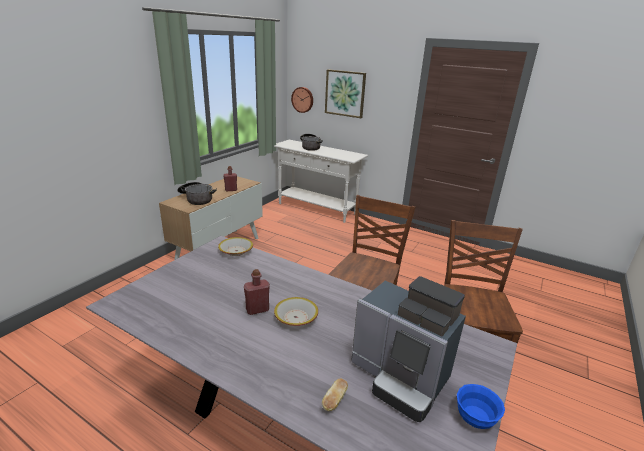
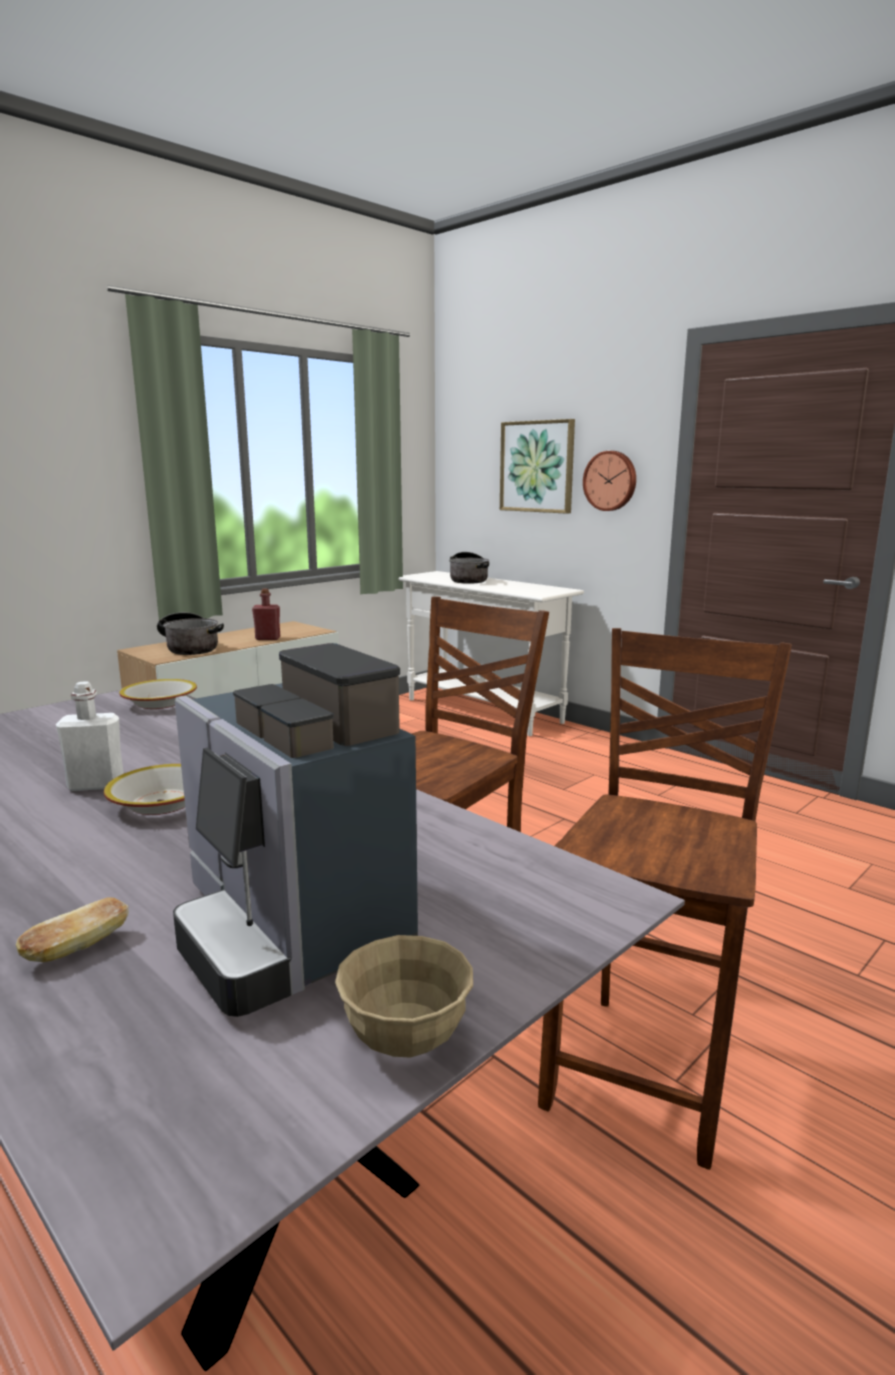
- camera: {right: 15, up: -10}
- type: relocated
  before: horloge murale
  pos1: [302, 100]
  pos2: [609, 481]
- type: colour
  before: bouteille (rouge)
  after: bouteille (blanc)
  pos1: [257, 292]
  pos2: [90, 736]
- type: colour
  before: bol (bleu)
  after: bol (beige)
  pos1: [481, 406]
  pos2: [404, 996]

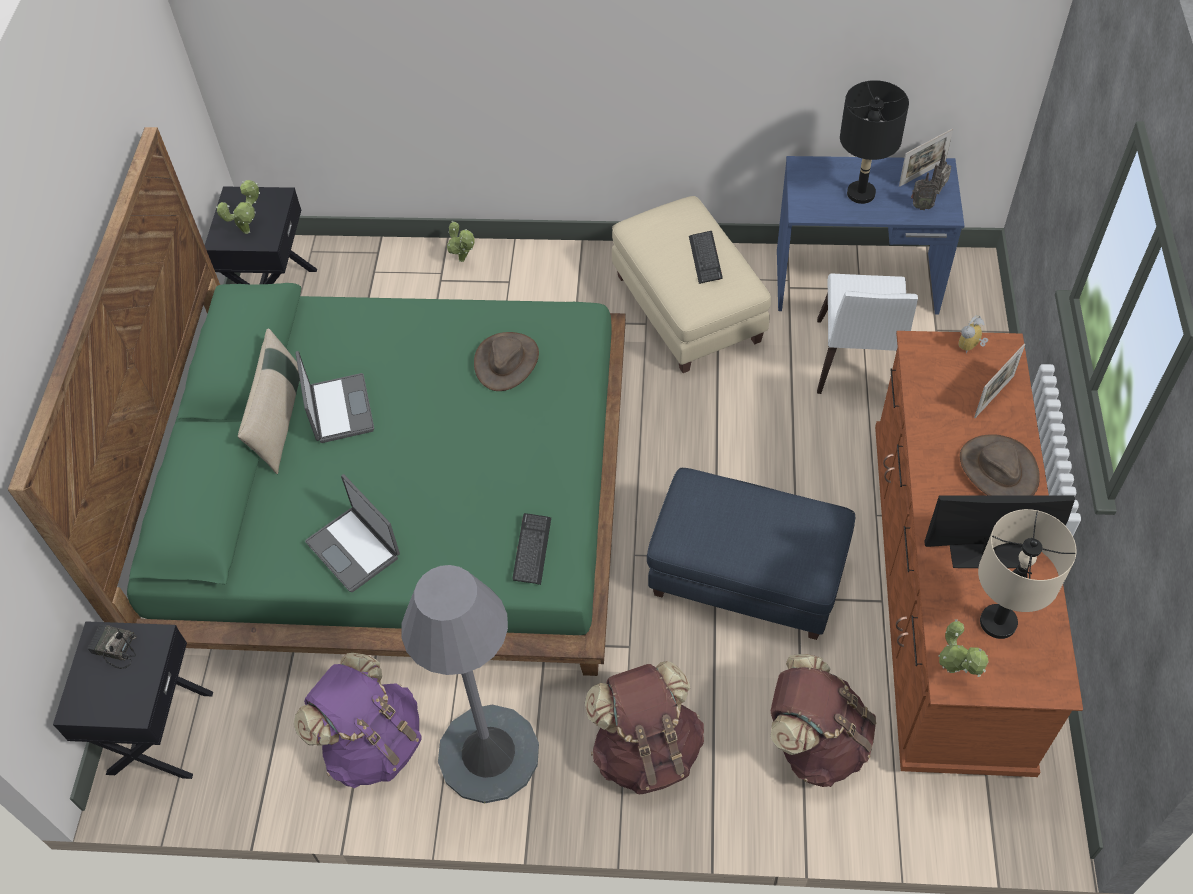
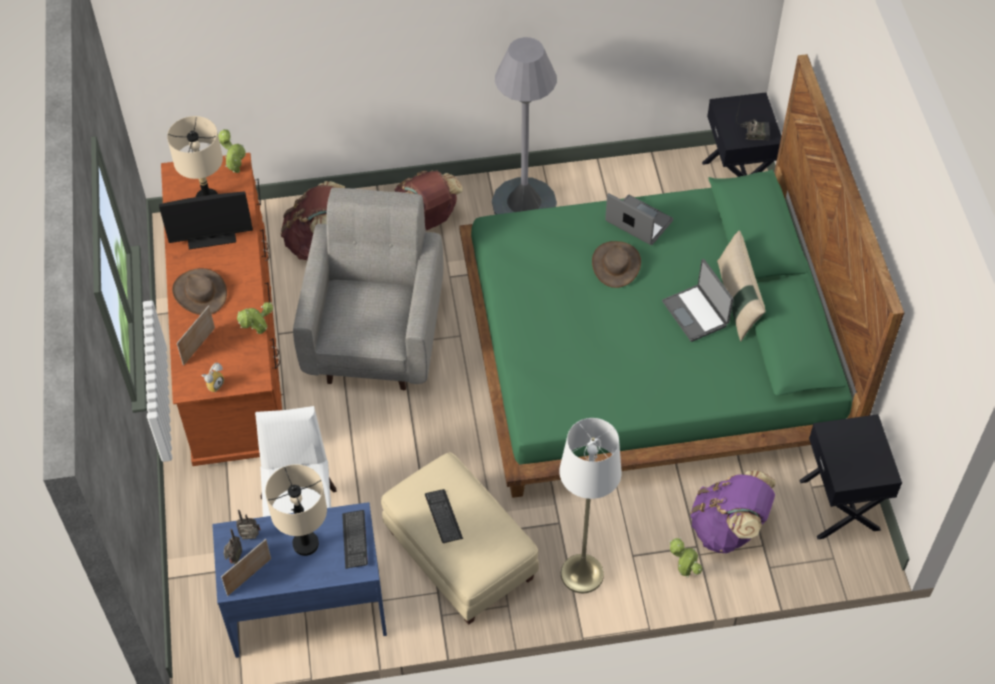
- camera: {right: 165, up: 0}
- type: appeared
  after: lampadaire (blanc)
  pos2: [590, 505]
- type: relocated
  before: plante en pot
  pos1: [238, 207]
  pos2: [255, 318]
- type: relocated
  before: sac à dos (violet)
  pos1: [358, 720]
  pos2: [733, 511]
- type: relocated
  before: chapeau (marron)
  pos1: [506, 361]
  pos2: [616, 264]
- type: relocated
  before: clavier
  pos1: [531, 549]
  pos2: [355, 539]
- type: exchanged
  before: pouf (bleu)
  after: fauteuil (gris)
  pos1: [751, 554]
  pos2: [368, 289]
- type: colour
  before: lampe de table (noir)
  after: lampe de table (beige)
  pos1: [874, 142]
  pos2: [296, 510]

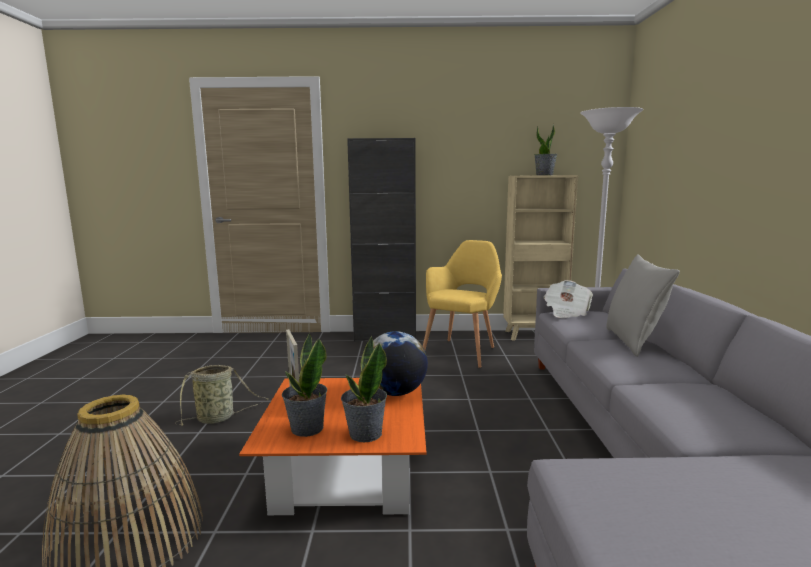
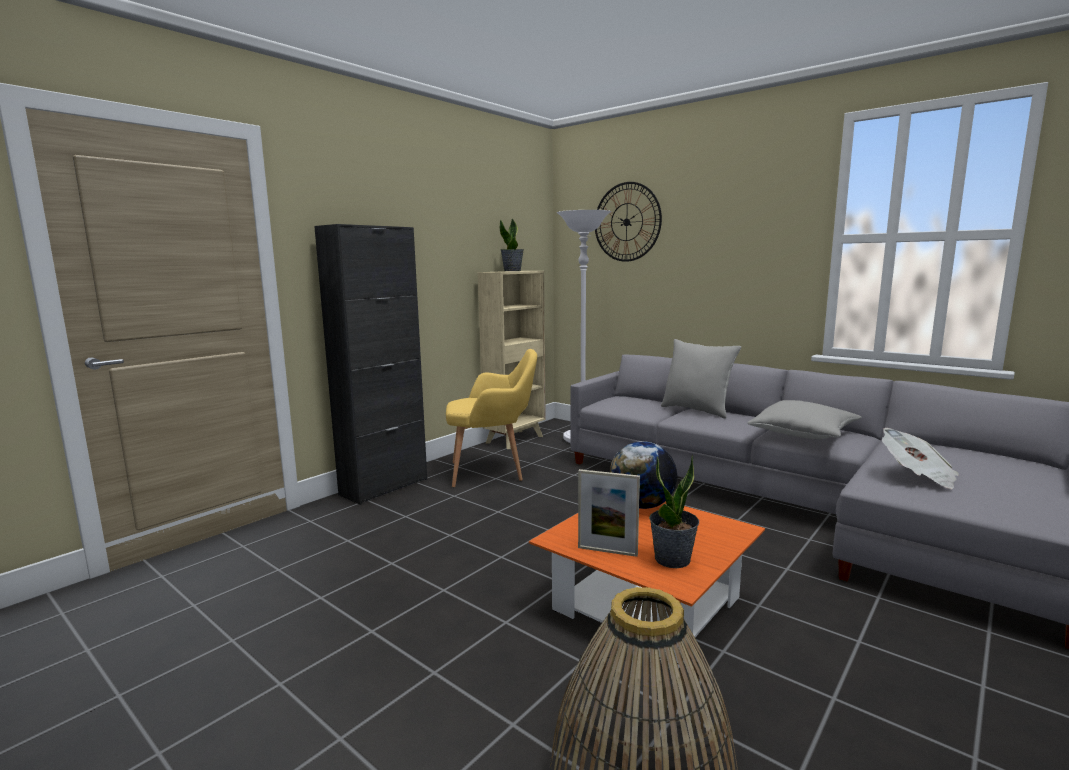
- camera: {right: -50, up: 0}
- type: missing
  before: panier
  pos1: [221, 395]
- type: missing
  before: plante en pot
  pos1: [364, 389]
- type: appeared
  after: horloge murale
  pos2: [628, 222]
- type: appeared
  after: coussin (gris)
  pos2: [804, 419]
- type: relocated
  before: journal
  pos1: [568, 299]
  pos2: [920, 458]
- type: spun
  before: fauteuil (jaune)
  pos1: [462, 304]
  pos2: [491, 418]
  turn: 105

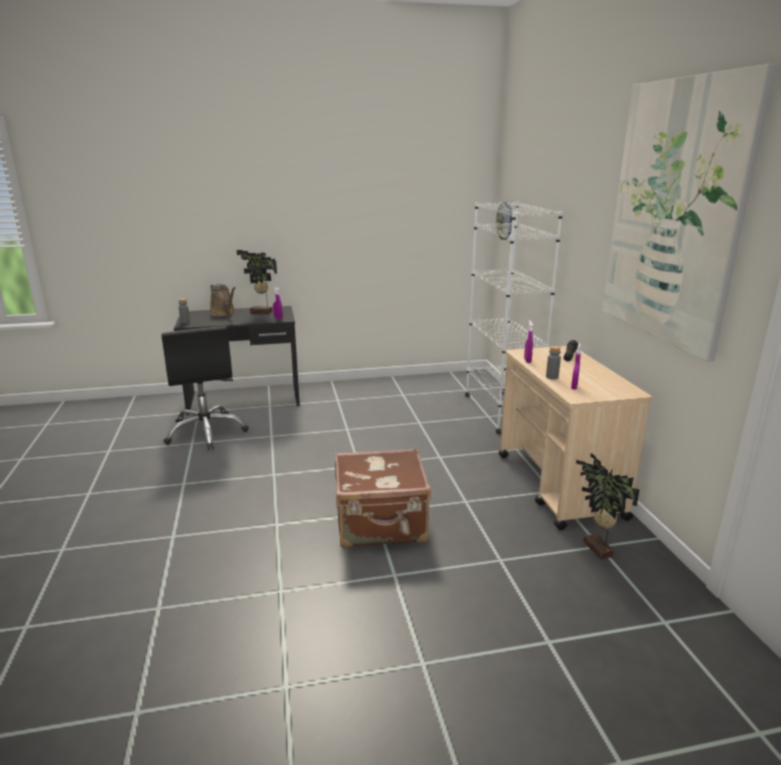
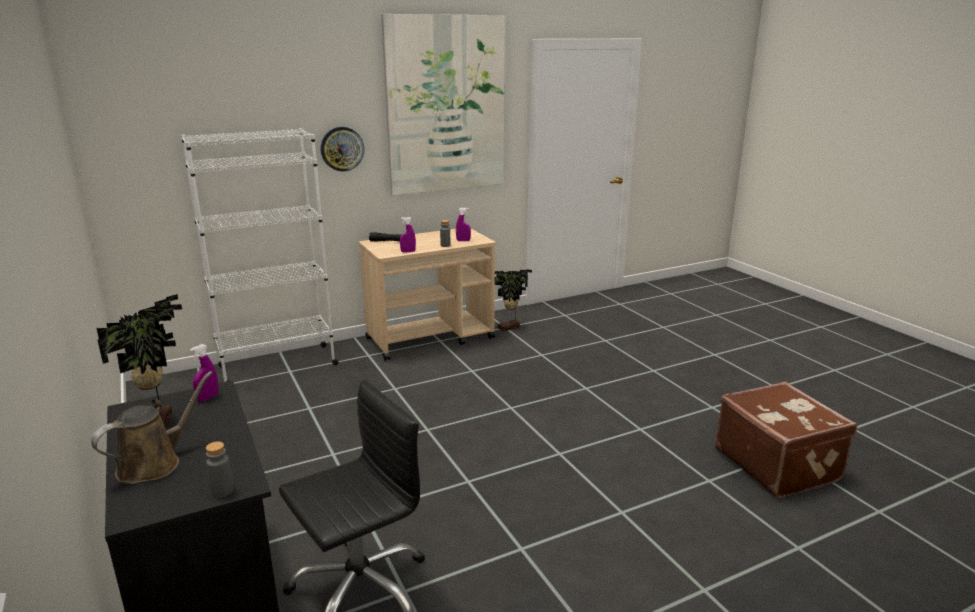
- camera: {right: -105, up: 0}
- type: relocated
  before: valise (marron)
  pos1: [383, 498]
  pos2: [786, 440]
- type: relocated
  before: horloge murale
  pos1: [504, 221]
  pos2: [342, 149]

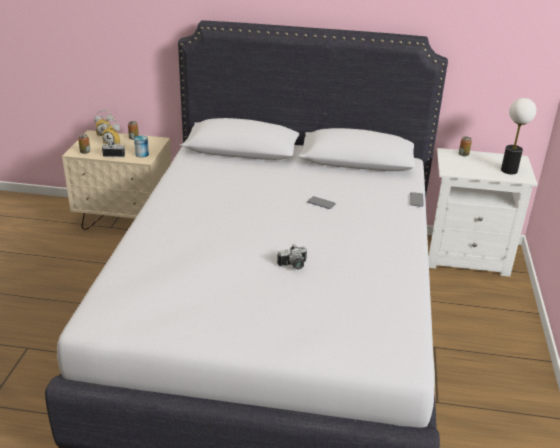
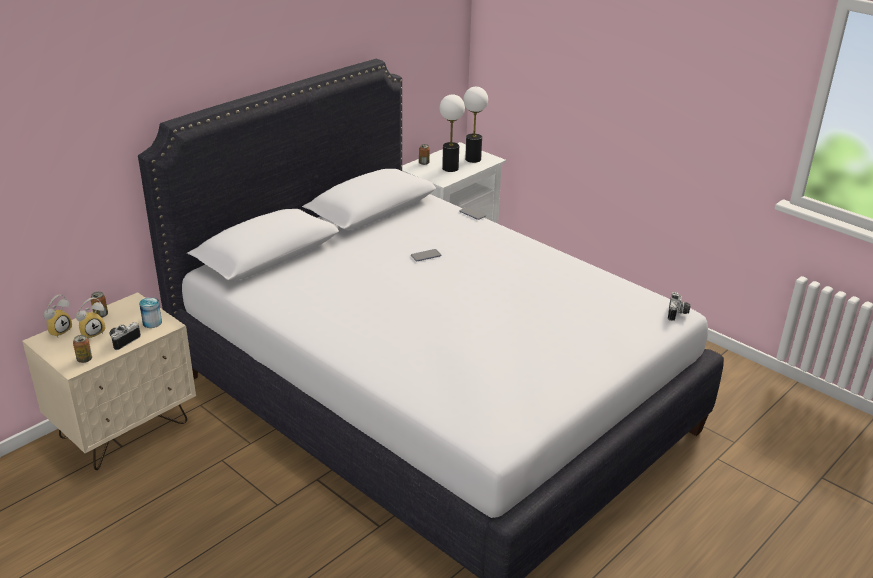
- camera: {right: -55, up: 0}
- type: appeared
  after: lampe de table
  pos2: [452, 133]
- type: relocated
  before: appareil photo
  pos1: [292, 257]
  pos2: [679, 306]

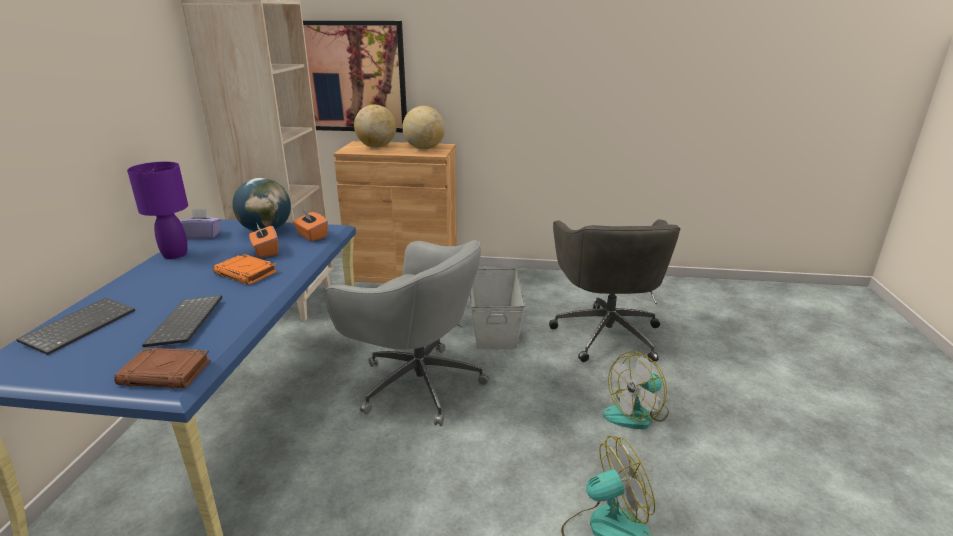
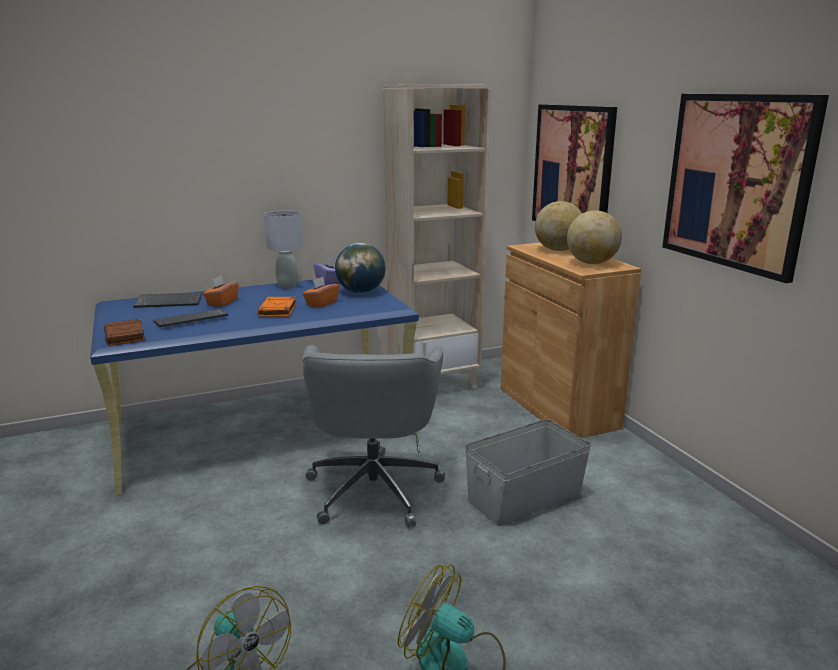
- camera: {right: 60, up: -5}
- type: missing
  before: chaise de bureau (gris)
  pos1: [615, 290]
- type: appeared
  after: tableau
  pos2: [745, 188]
- type: relocated
  before: boîte à mouchoirs (orange)
  pos1: [310, 225]
  pos2: [221, 291]
- type: colour
  before: lampe de table (violet)
  after: lampe de table (gris)
  pos1: [157, 210]
  pos2: [283, 249]

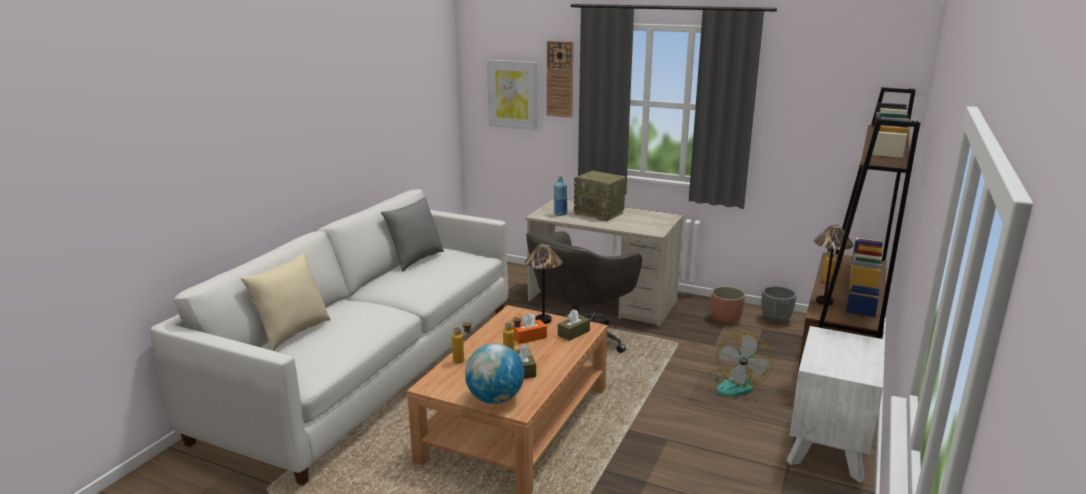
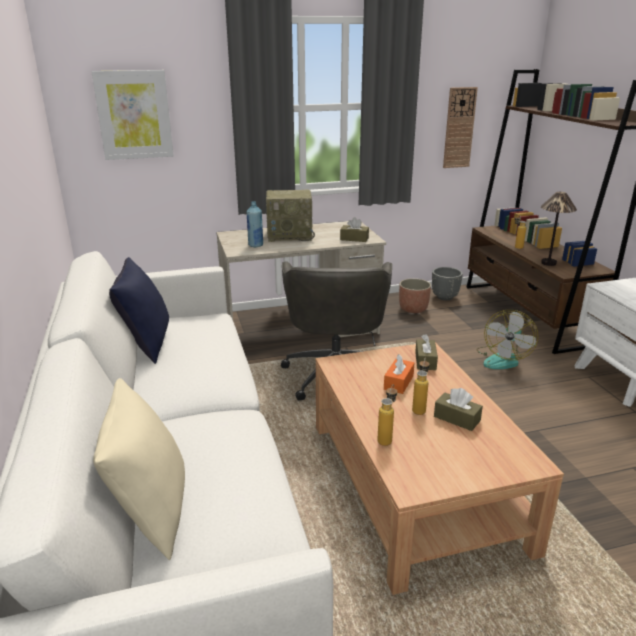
- camera: {right: -40, up: 5}
- type: missing
  before: globe
  pos1: [494, 373]
- type: missing
  before: lampe de table
  pos1: [543, 284]
- type: appeared
  after: boîte à mouchoirs (marron)
  pos2: [354, 229]
- type: relocated
  before: horloge murale
  pos1: [560, 79]
  pos2: [460, 127]
- type: colour
  before: coussin (gris)
  after: coussin (bleu)
  pos1: [412, 234]
  pos2: [139, 310]
- type: spun
  before: ventilateur
  pos1: [740, 364]
  pos2: [507, 339]
  turn: 45

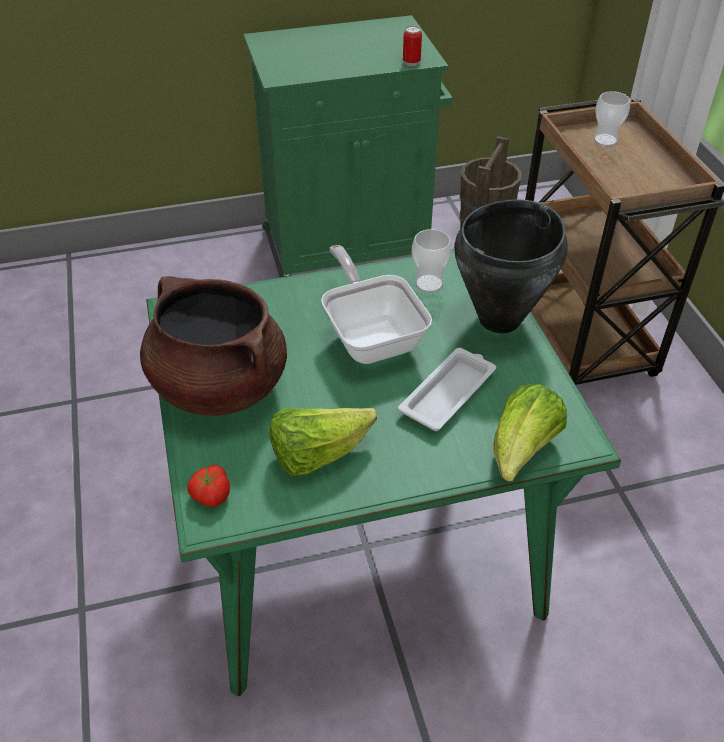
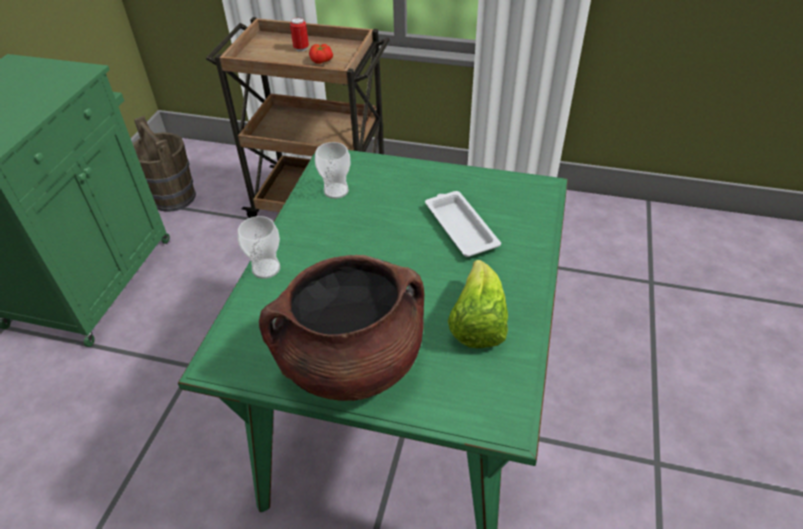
- camera: {right: -60, up: 0}
- type: missing
  before: poêle
  pos1: [376, 304]
- type: missing
  before: marmite (noir)
  pos1: [511, 266]
- type: missing
  before: laitue
  pos1: [530, 433]
- type: relocated
  before: tomate
  pos1: [208, 486]
  pos2: [321, 54]
- type: relocated
  before: boîte métallique
  pos1: [412, 46]
  pos2: [299, 34]
- type: relocated
  before: tasse
  pos1: [612, 118]
  pos2: [259, 247]

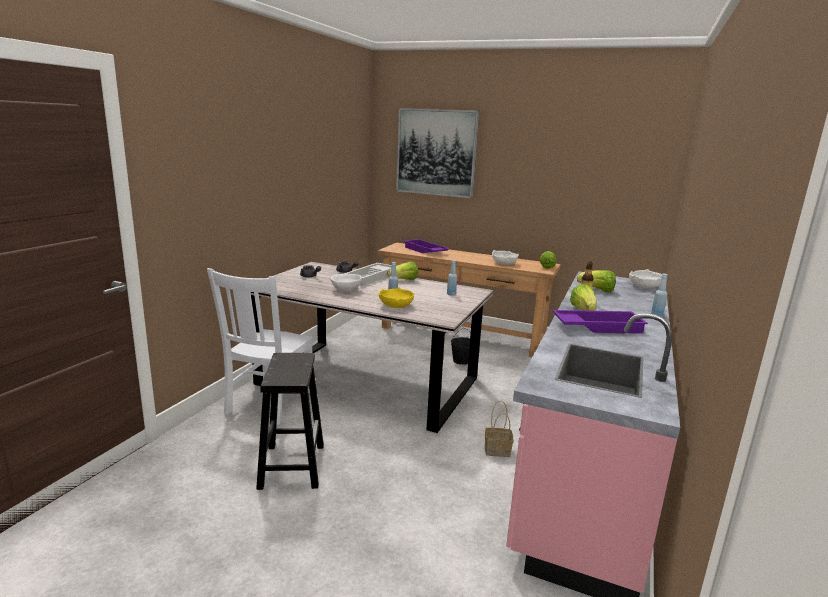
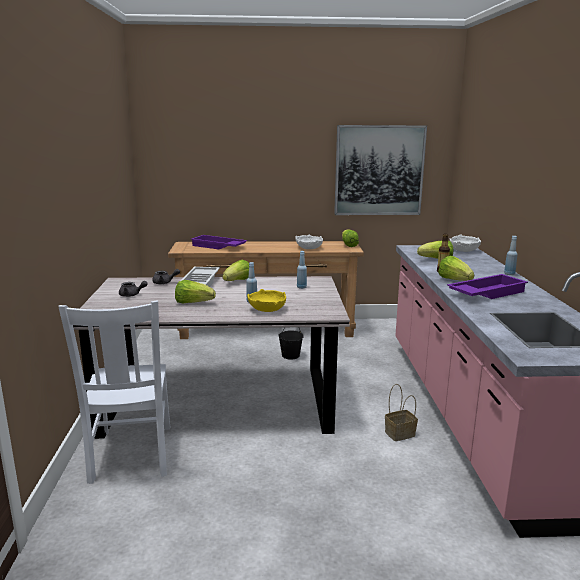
- camera: {right: -25, up: 0}
- type: missing
  before: tabouret (noir)
  pos1: [290, 421]
- type: relocated
  before: tableau
  pos1: [437, 153]
  pos2: [380, 170]
- type: exchanged
  before: bol (blanc)
  after: laitue
  pos1: [346, 283]
  pos2: [195, 292]

